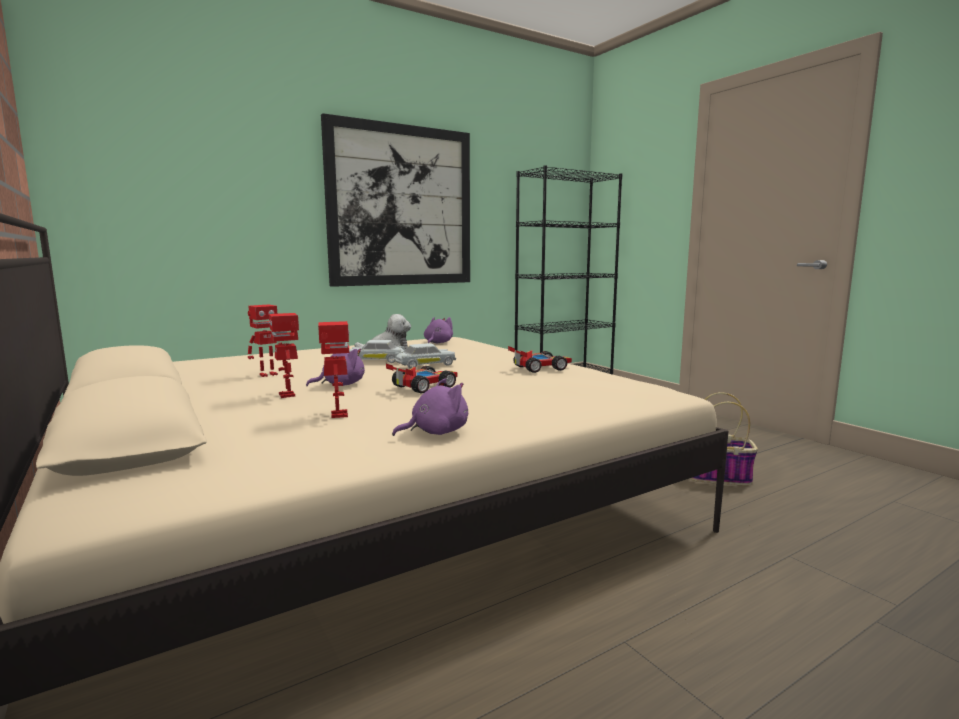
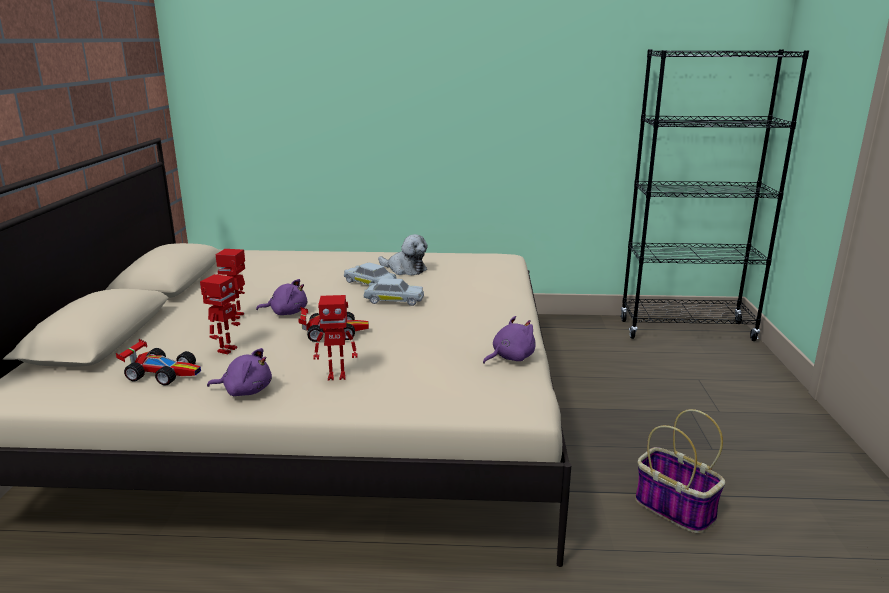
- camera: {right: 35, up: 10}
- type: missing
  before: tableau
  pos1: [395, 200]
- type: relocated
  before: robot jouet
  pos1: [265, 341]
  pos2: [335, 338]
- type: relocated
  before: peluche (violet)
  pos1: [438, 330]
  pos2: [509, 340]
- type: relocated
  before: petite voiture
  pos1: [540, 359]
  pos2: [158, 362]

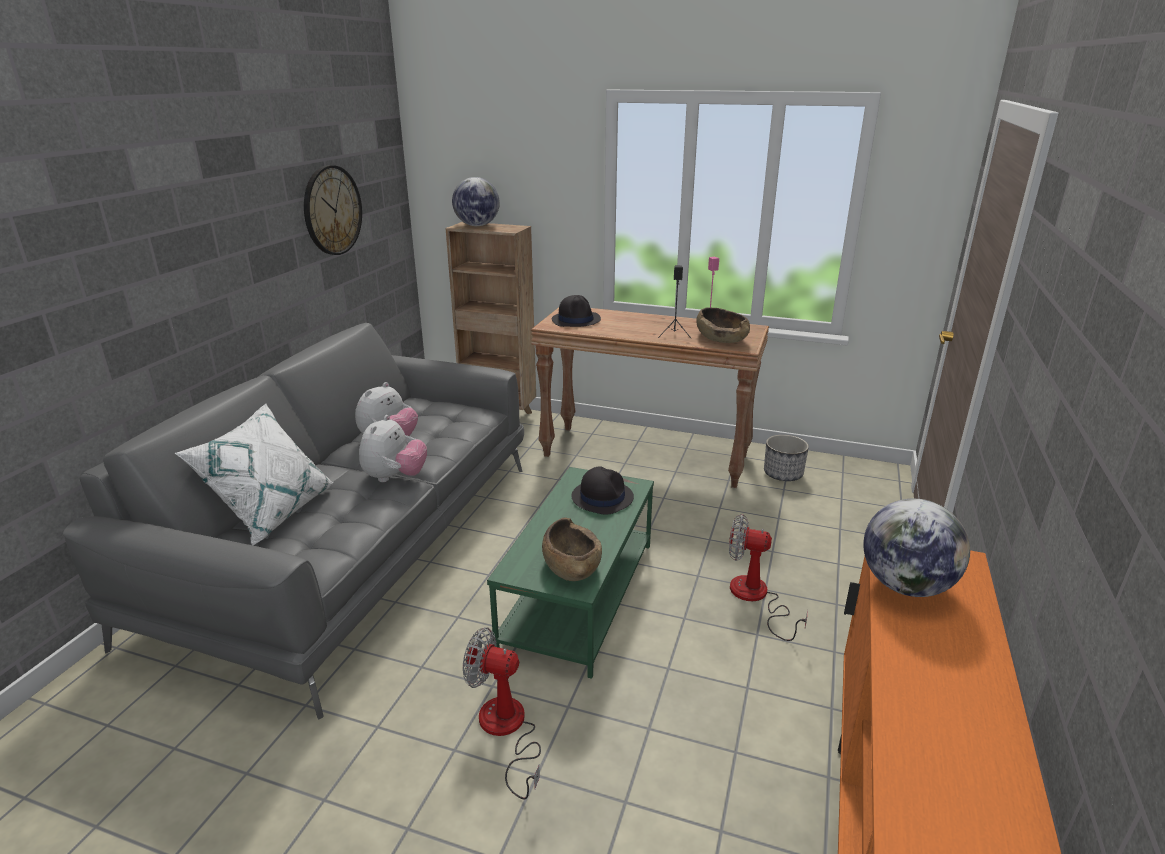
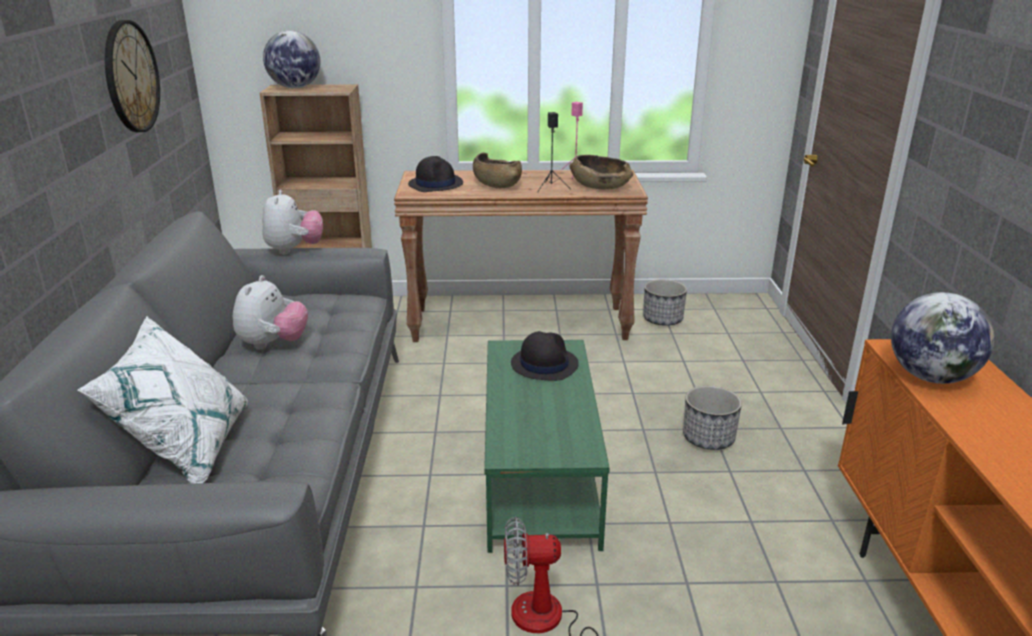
- camera: {right: -20, up: 0}
- type: relocated
  before: peluche
  pos1: [393, 448]
  pos2: [292, 222]
- type: relocated
  before: bol (marron)
  pos1: [572, 549]
  pos2: [497, 170]
- type: exchanged
  before: ventilateur
  after: cache-pot
  pos1: [768, 577]
  pos2: [712, 418]

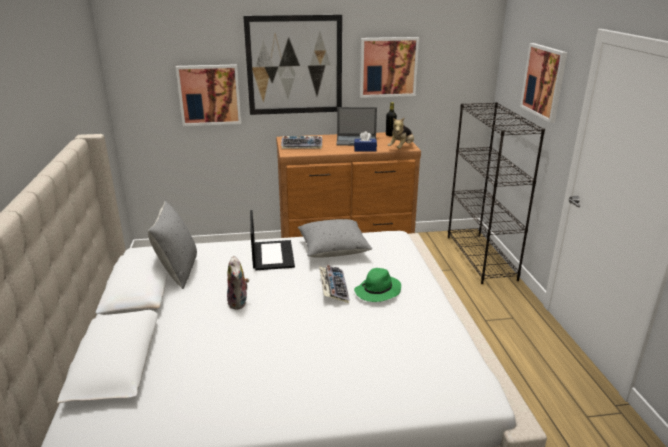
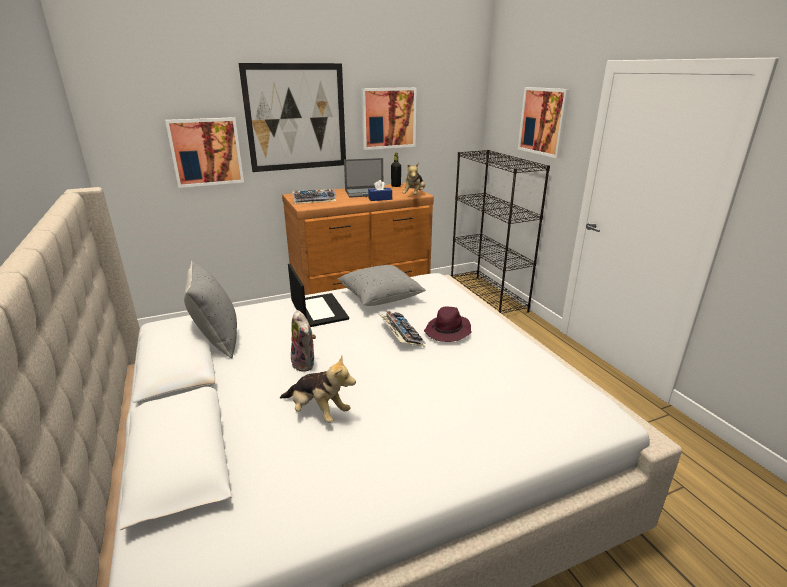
- camera: {right: -15, up: 0}
- type: appeared
  after: peluche
  pos2: [318, 389]
- type: colour
  before: chapeau (vert)
  after: chapeau (violet)
  pos1: [377, 285]
  pos2: [448, 324]

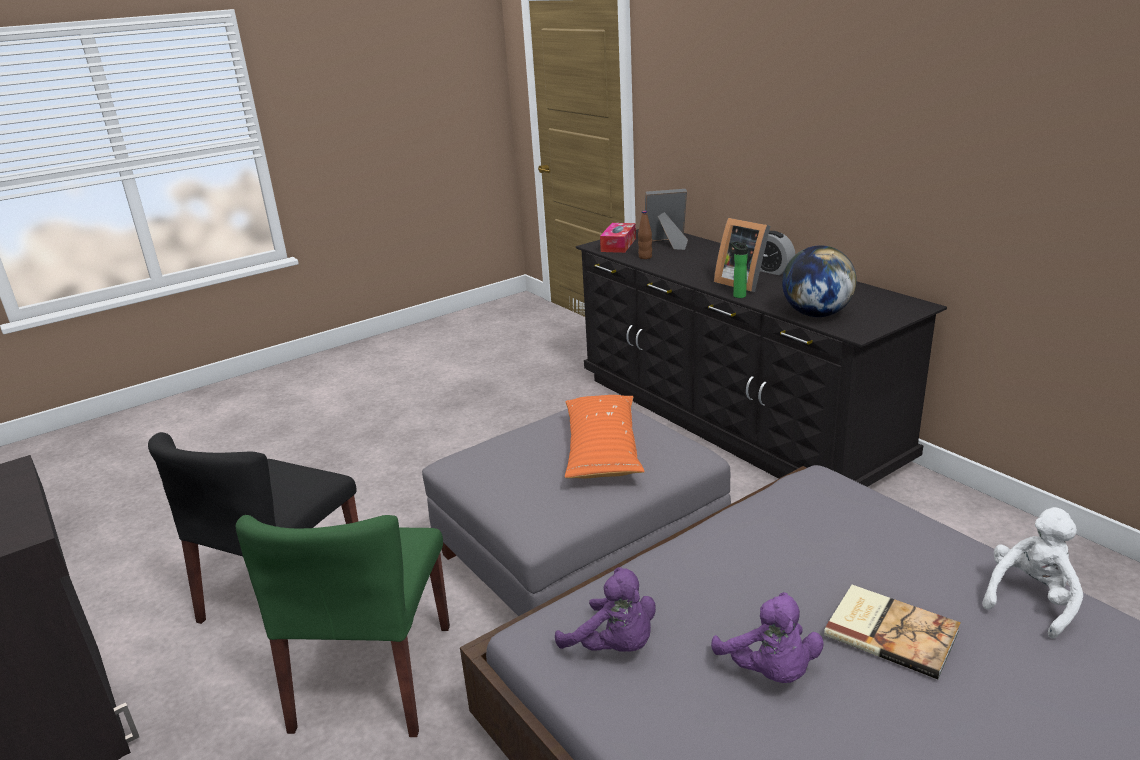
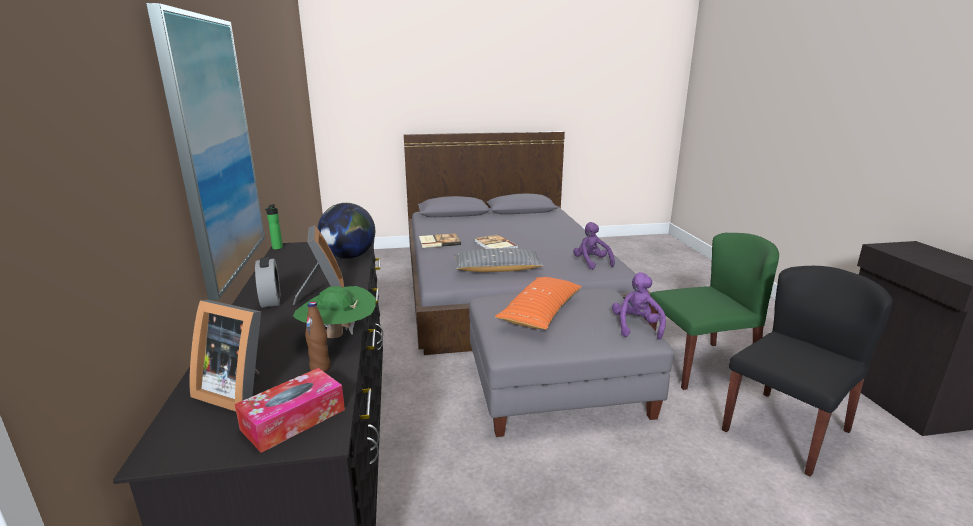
- camera: {right: -155, up: -5}
- type: appeared
  after: tableau
  pos2: [205, 151]
- type: appeared
  after: chapeau (vert)
  pos2: [334, 312]
- type: appeared
  after: coussin (gris)
  pos2: [499, 260]
- type: relocated
  before: peluche (violet)
  pos1: [767, 637]
  pos2: [639, 306]
- type: relocated
  before: bouteille
  pos1: [739, 269]
  pos2: [274, 226]
- type: exchanged
  before: peluche (blanc)
  after: livre
  pos1: [1032, 573]
  pos2: [440, 240]
- type: spun
  before: chaise (vert)
  pos1: [343, 626]
  pos2: [714, 311]
  turn: 45

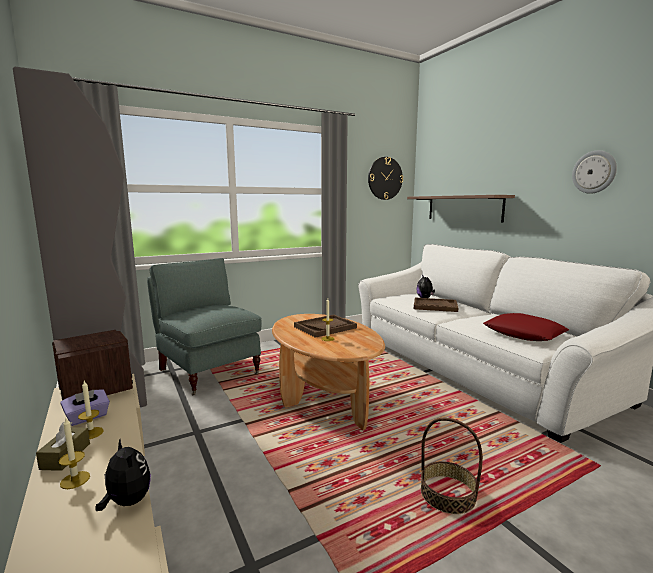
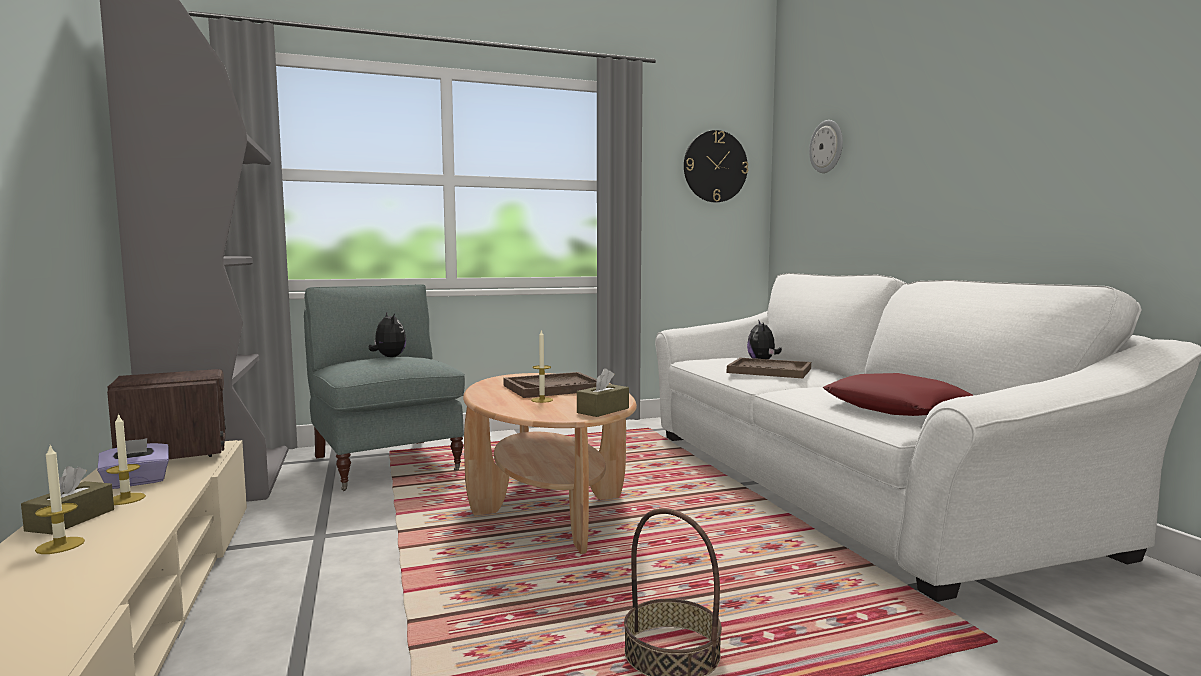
- camera: {right: 10, up: -5}
- type: missing
  before: étagère
  pos1: [461, 209]
- type: appeared
  after: boîte à mouchoirs (marron)
  pos2: [603, 392]
- type: relocated
  before: peluche
  pos1: [123, 475]
  pos2: [387, 335]
- type: relocated
  before: horloge murale
  pos1: [594, 172]
  pos2: [826, 146]

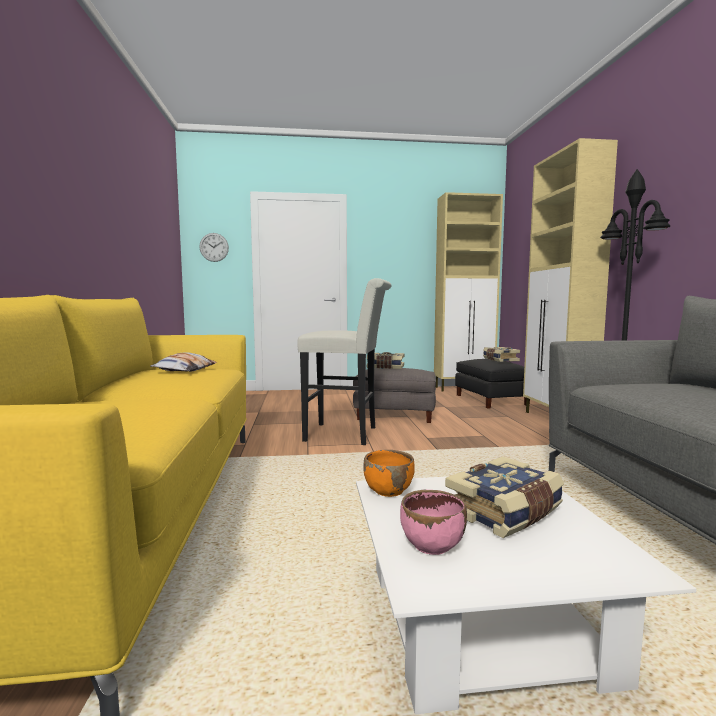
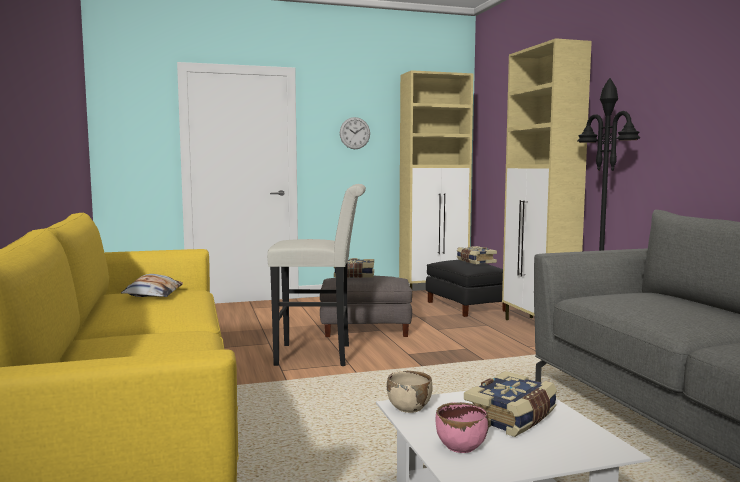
- camera: {right: -10, up: 0}
- type: relocated
  before: horloge murale
  pos1: [214, 247]
  pos2: [355, 133]
- type: colour
  before: bol (orange)
  after: bol (beige)
  pos1: [389, 473]
  pos2: [409, 392]

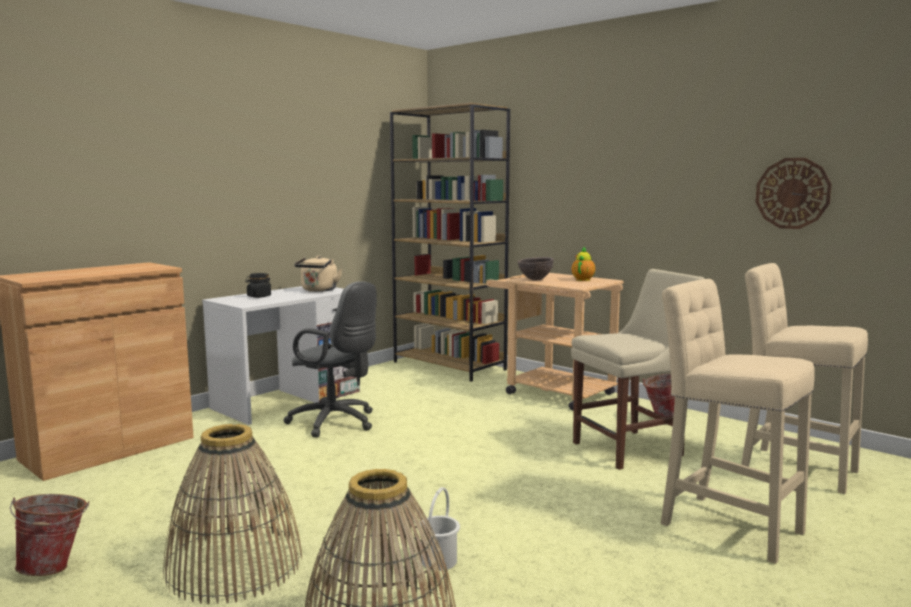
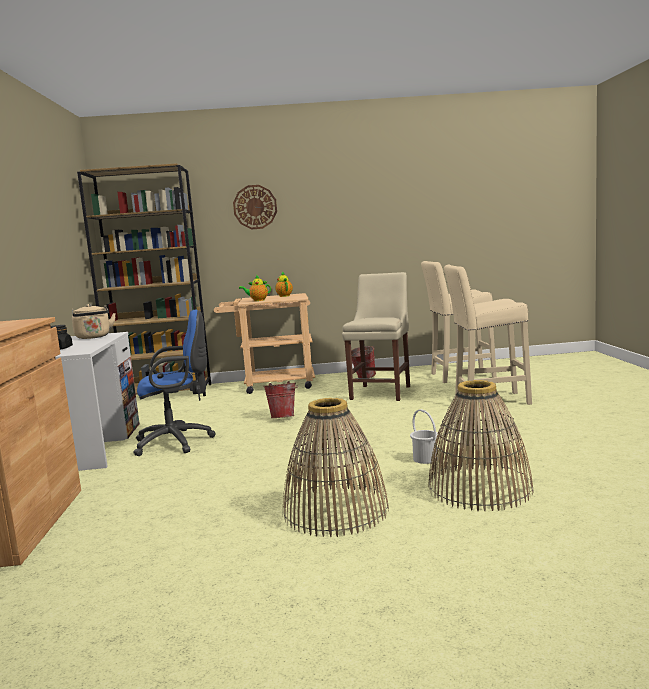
- camera: {right: -45, up: 0}
- type: relocated
  before: seau
  pos1: [49, 535]
  pos2: [280, 399]
- type: relocated
  before: horloge murale
  pos1: [793, 193]
  pos2: [255, 207]
- type: exchanged
  before: bol (marron)
  after: théière
  pos1: [535, 269]
  pos2: [255, 288]
- type: colour
  before: chaise de bureau (gris)
  after: chaise de bureau (bleu)
  pos1: [330, 359]
  pos2: [174, 383]

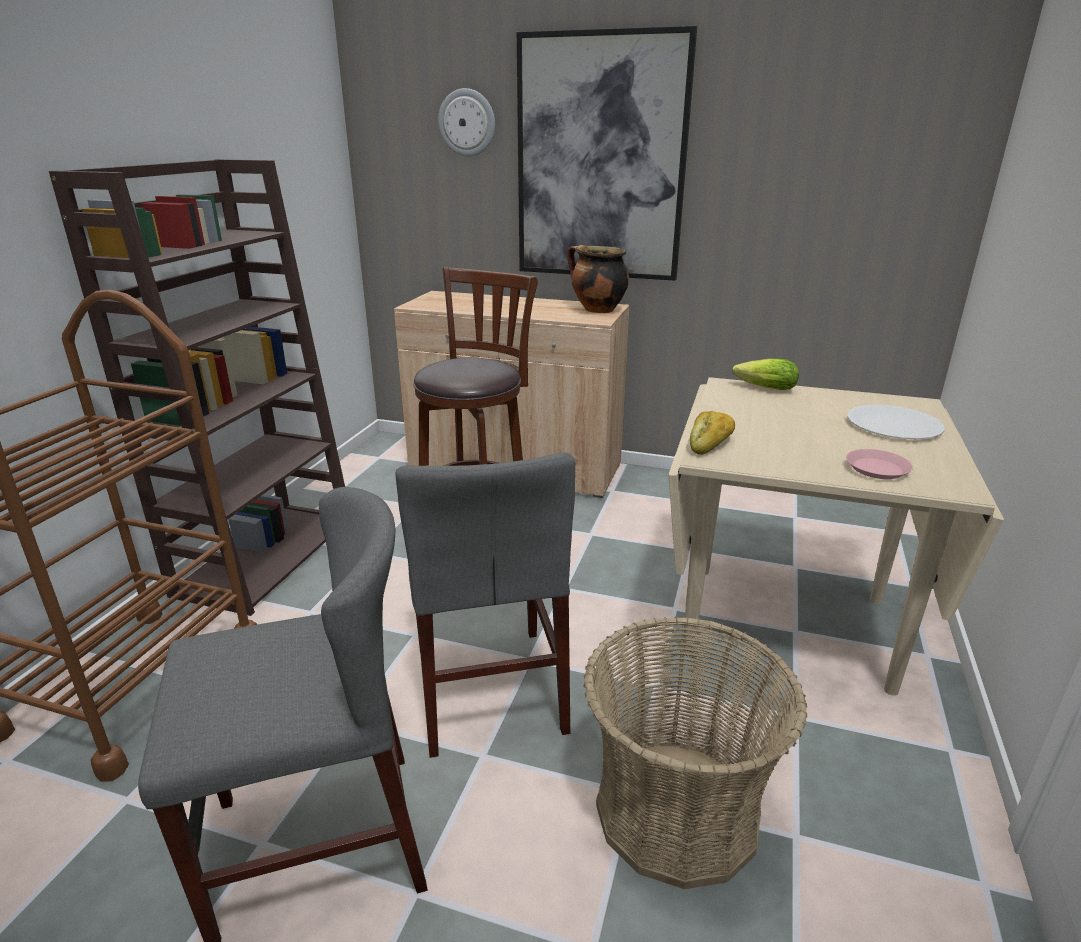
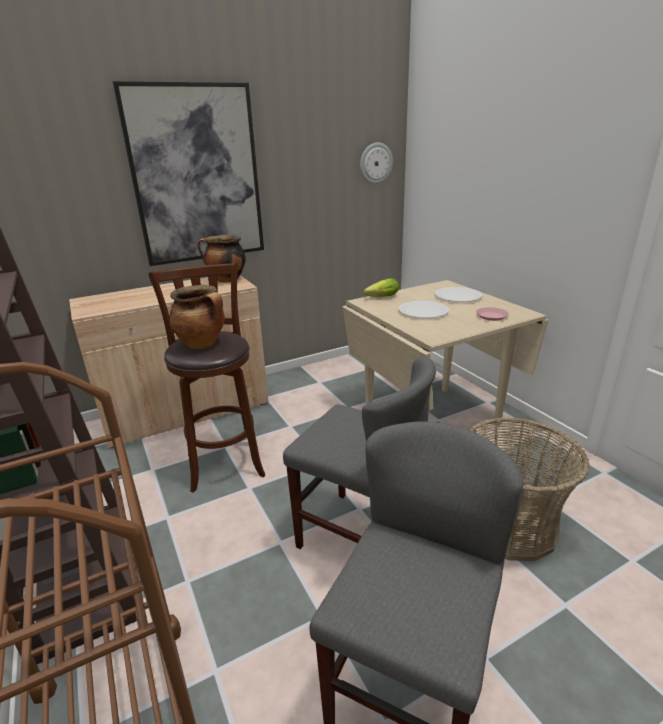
- camera: {right: -45, up: 0}
- type: missing
  before: pain
  pos1: [712, 433]
- type: appeared
  after: marmite
  pos2: [197, 317]
- type: appeared
  after: assiette (blanc)
  pos2: [423, 309]
- type: relocated
  before: horloge murale
  pos1: [466, 122]
  pos2: [376, 163]

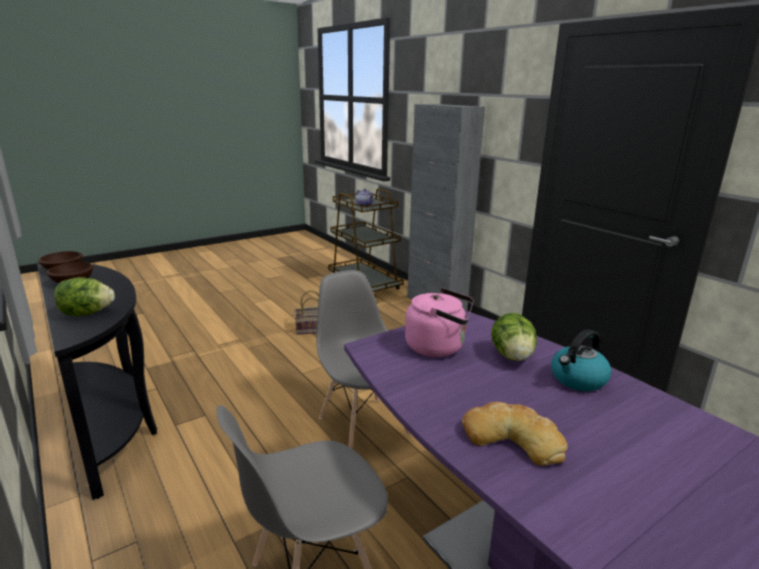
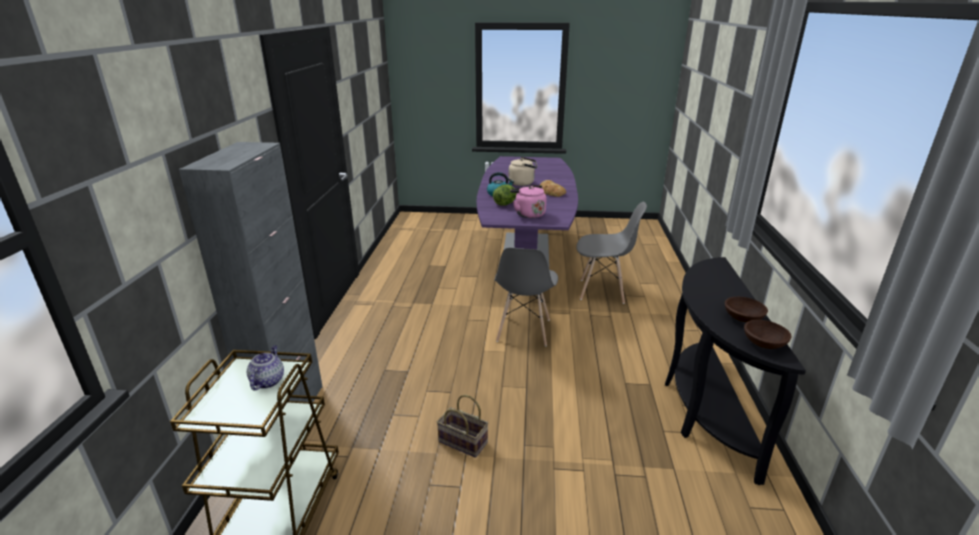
- camera: {right: -140, up: 5}
- type: missing
  before: laitue
  pos1: [85, 296]
- type: appeared
  after: bouilloire (beige)
  pos2: [522, 171]

